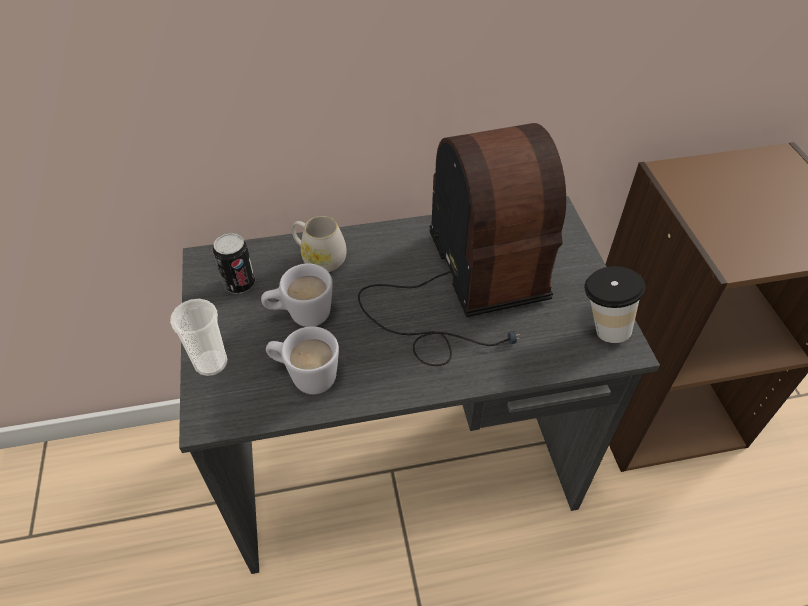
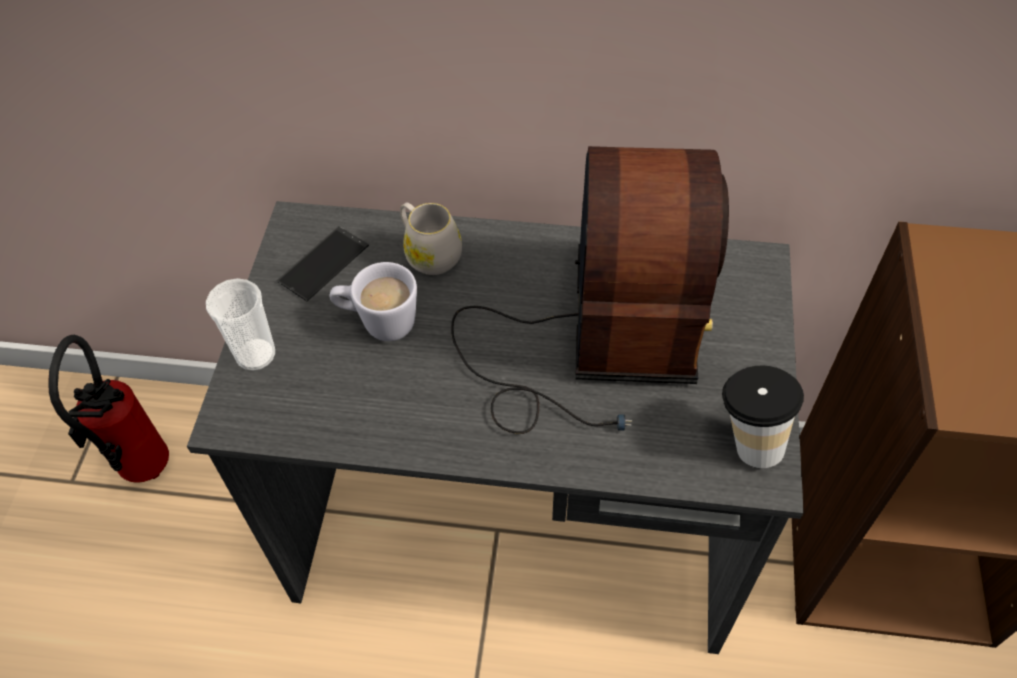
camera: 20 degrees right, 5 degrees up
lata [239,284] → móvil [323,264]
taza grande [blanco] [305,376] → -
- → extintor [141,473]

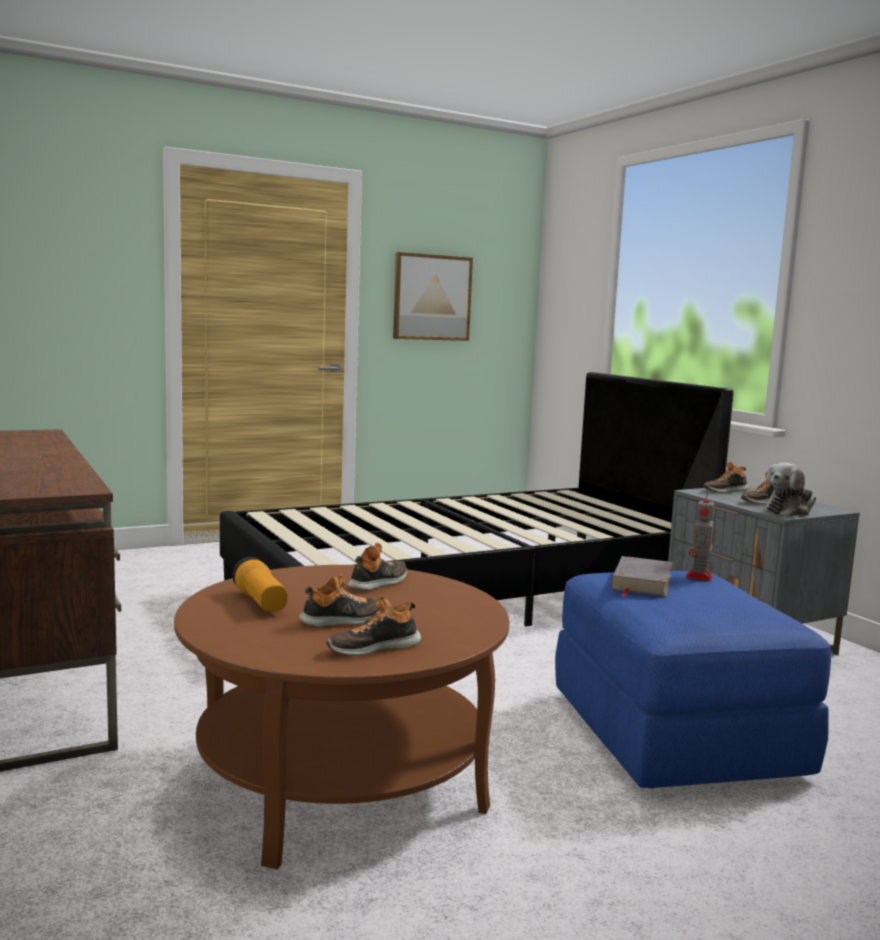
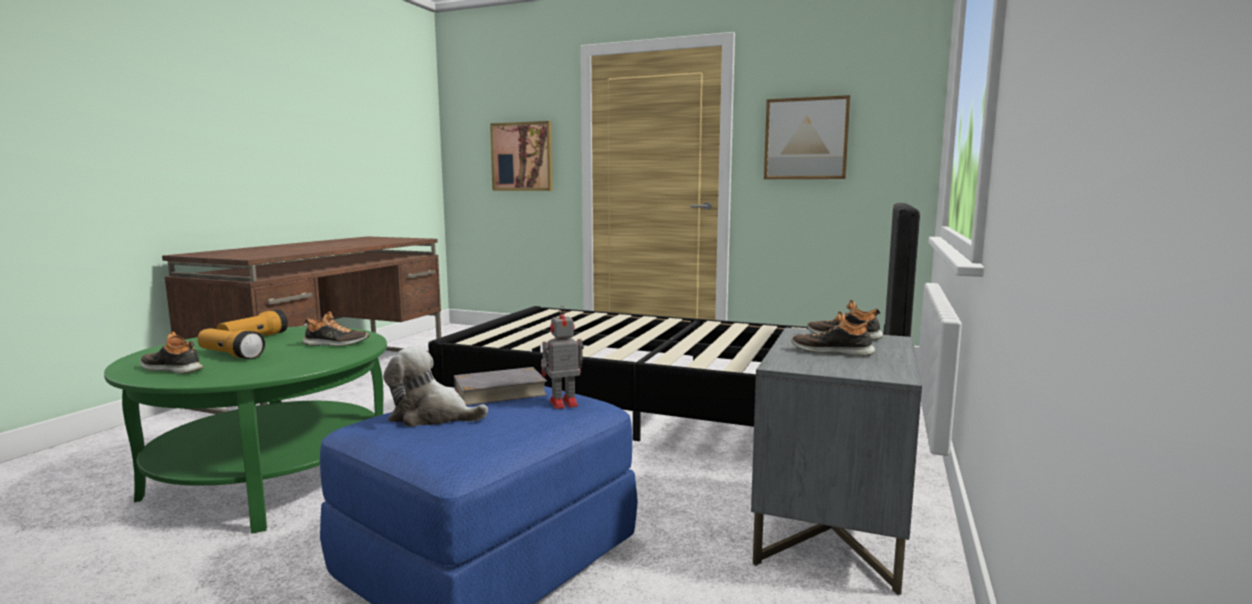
camera: 50 degrees right, 0 degrees up
mesa de centro [marrón] [341,781] → mesa de centro [verde] [270,479]
zapato [345,620] → linterna [231,355]
peluche [789,511] → peluche [431,417], shifted
- → cuadro [522,156]

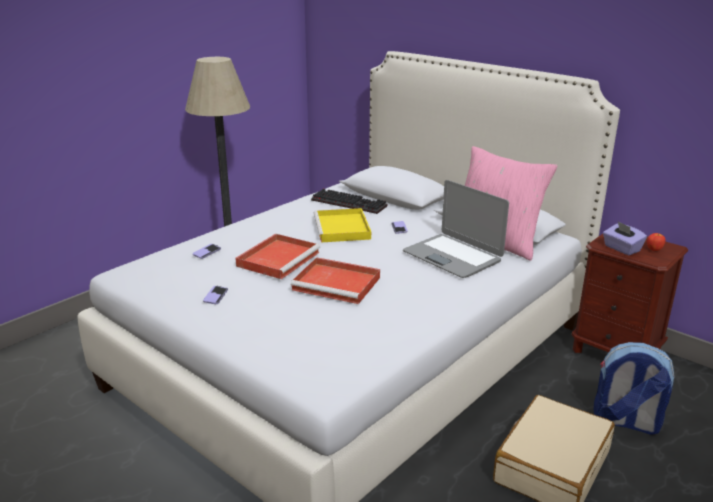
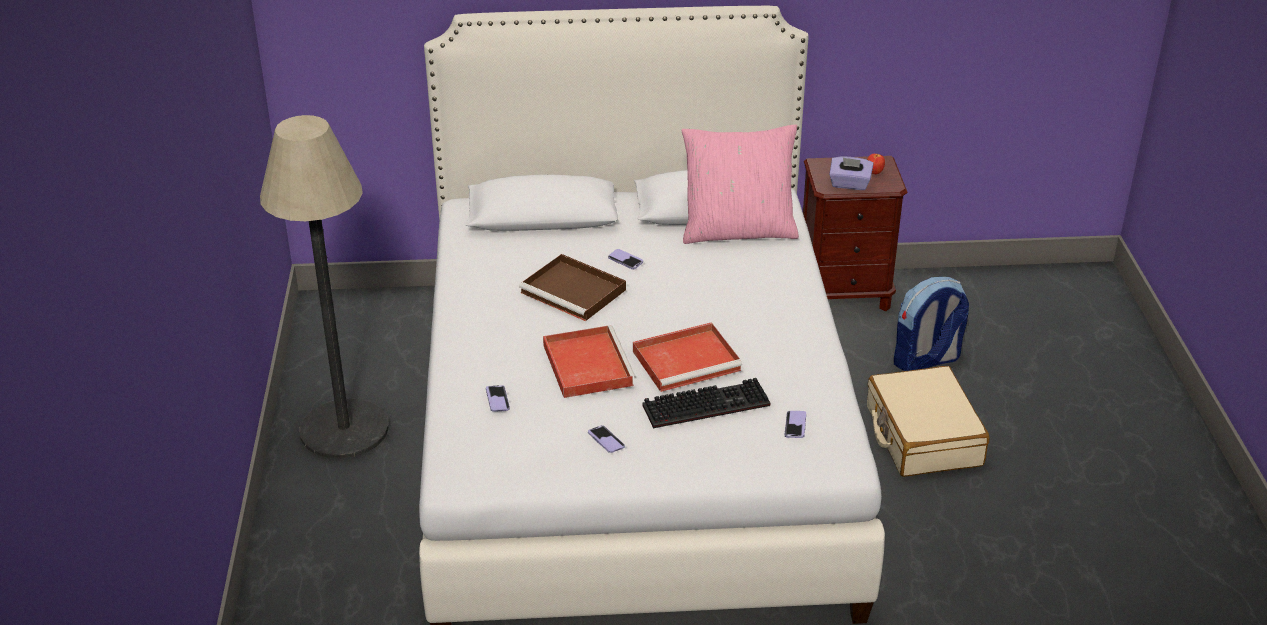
camera: 45 degrees left, 10 degrees up
teclado [350,203] → teclado [707,404], shifted
bandeja [amarillo] [342,229] → bandeja [marrón] [575,291]
portátil [452,256] → -
- → móvil [795,425]

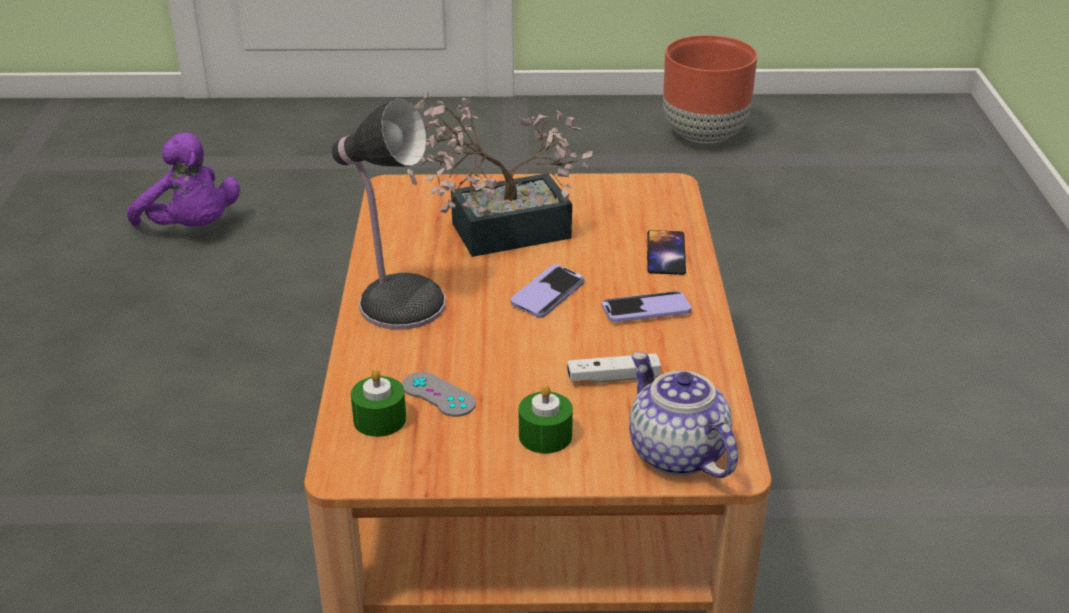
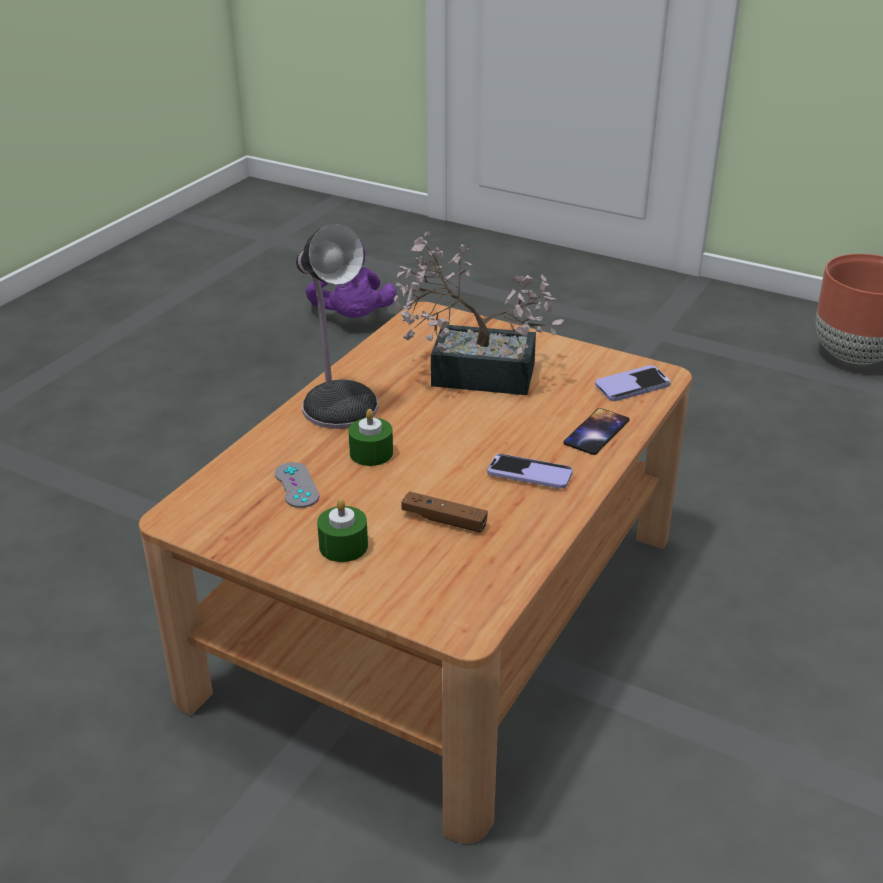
camera: 30 degrees right, 0 degrees up
vela [verde] [379,419] → vela [verde] [371,453], shifted
móvil [548,293] → móvil [632,385], shifted
mando de consola [blanco] [613,378] → mando de consola [marrón] [444,520]
tetera [675,453] → -

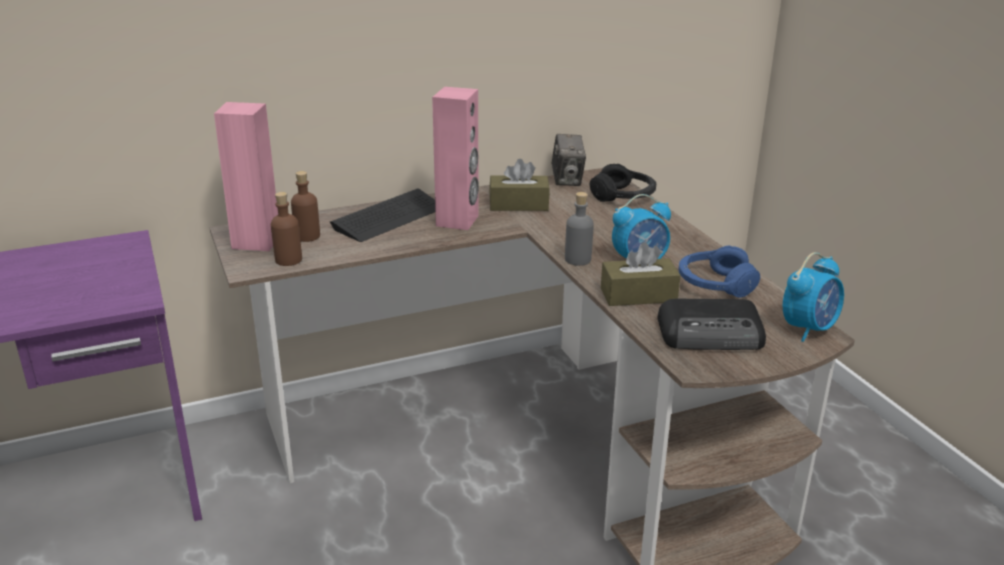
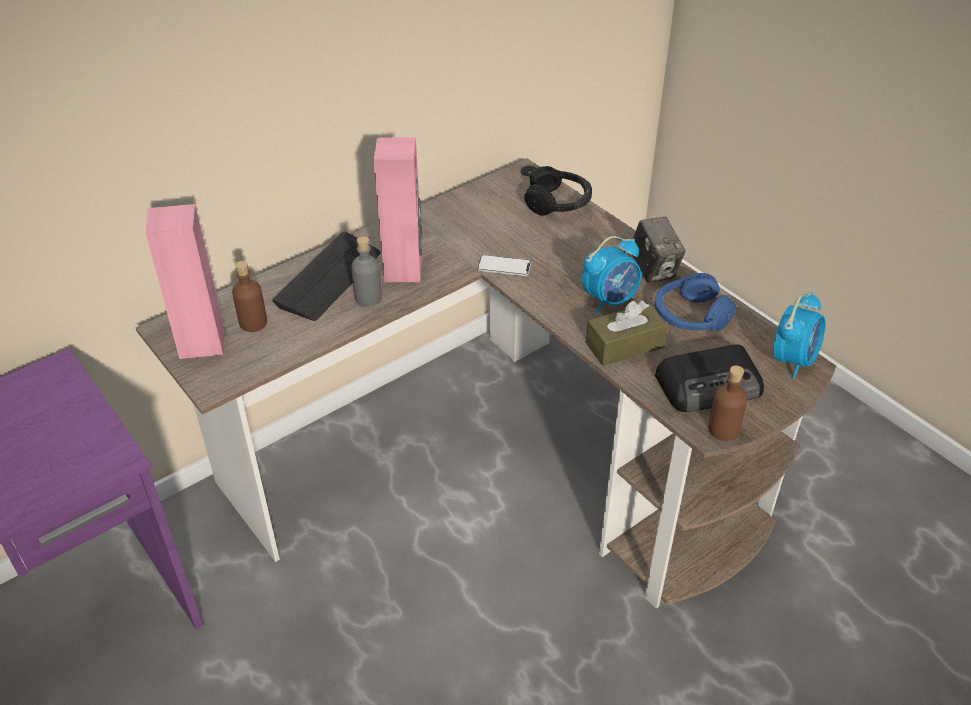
camera: 15 degrees left, 15 degrees up
botella [marrón] [288,260] → botella [marrón] [723,429], shifted
caja de pañuelos [marrón] [519,204] → -
cámara [567,180] → cámara [653,270], shifted
botella [gris] [578,259] → botella [gris] [368,298], shifted
- → móvil [504,266]

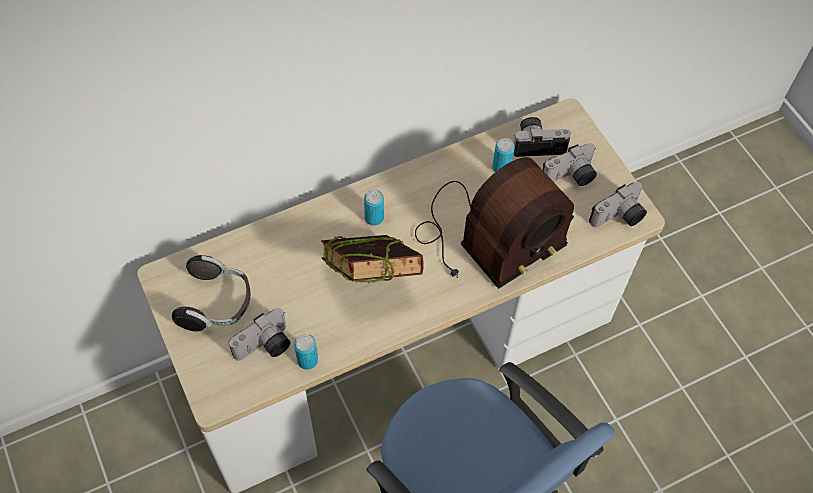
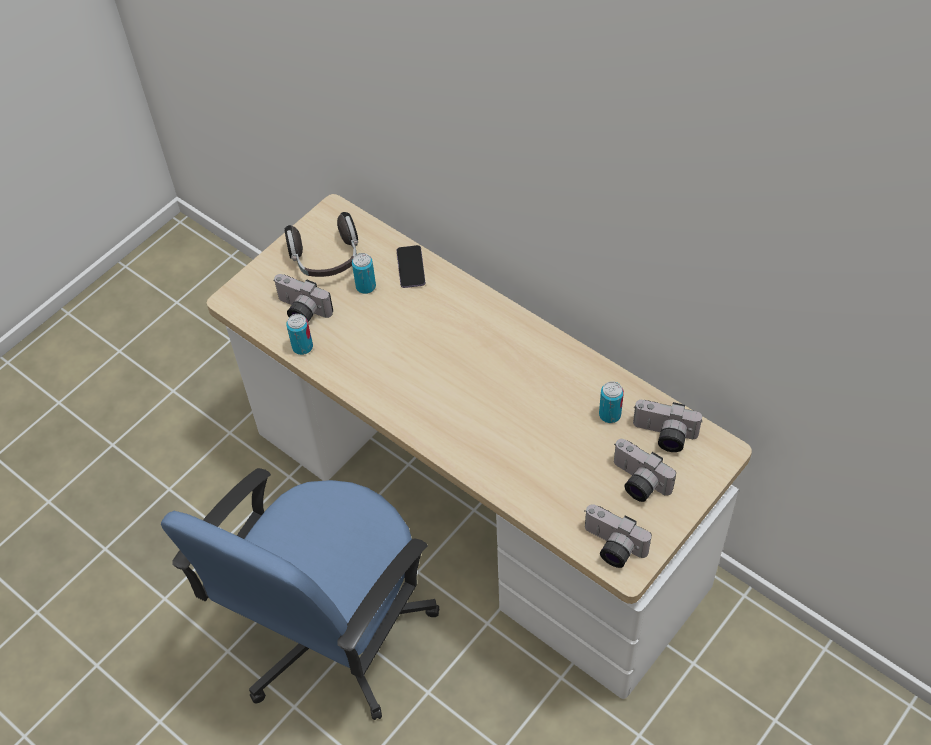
camera: 70 degrees right, 5 degrees down
libro [371,280] → -
lata [374,218] → lata [366,286], shifted
radio [487,238] → -
cámara [538,143] → cámara [663,436], 135 degrees clockwise
- → móvil [411,268]

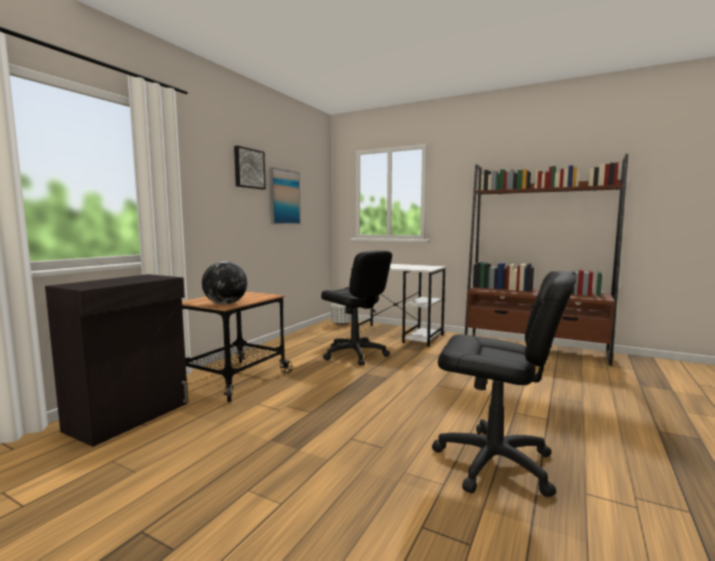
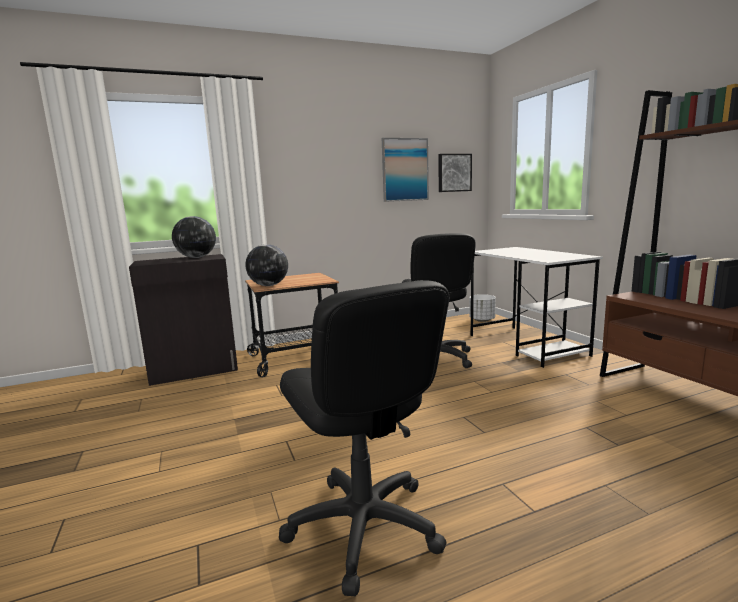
camera: 40 degrees right, 5 degrees up
cuadro [248,168] → cuadro [454,173], shifted
- → globo terráqueo [196,257]

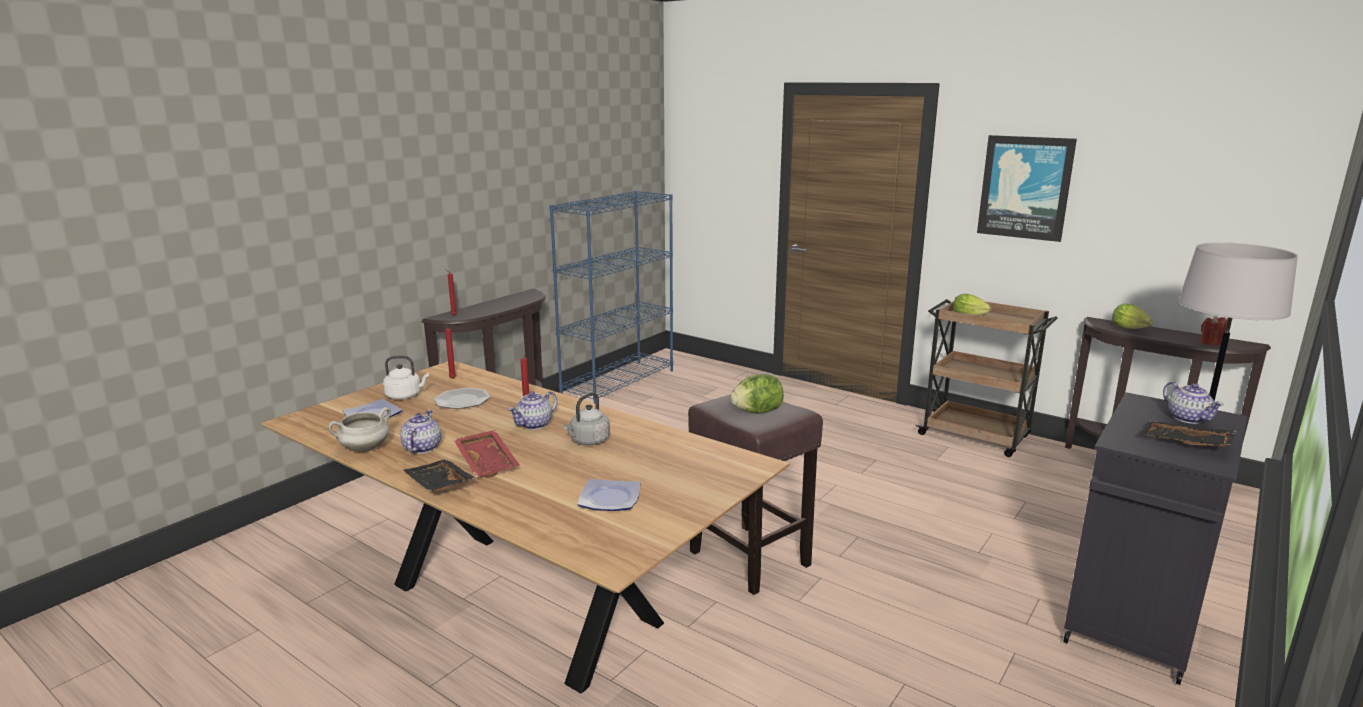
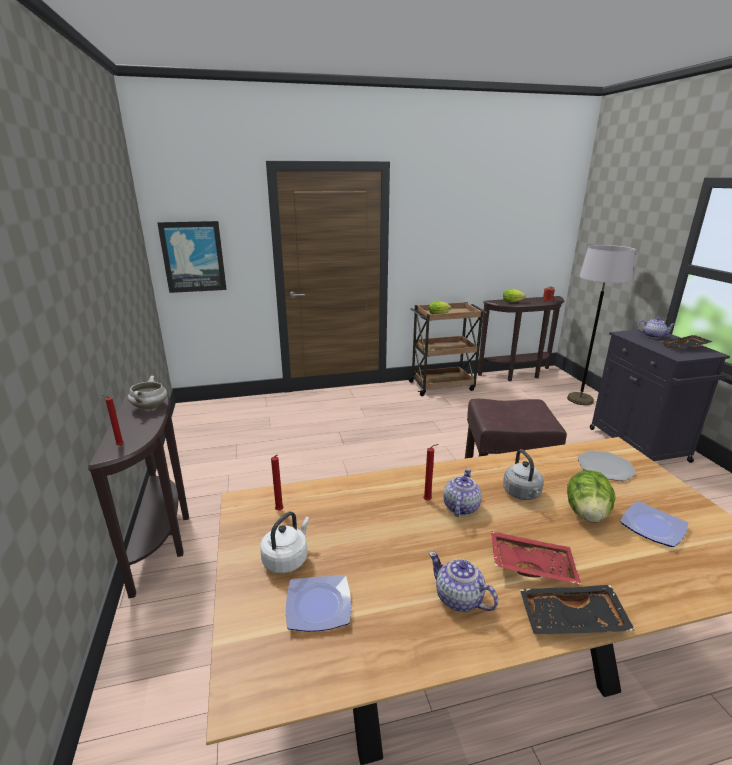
camera: 50 degrees left, 5 degrees up
olla [blanco] [364,449] → olla [blanco] [150,407], shifted
plato [462,400] → plato [605,467], shifted
tetera [534,425] → tetera [460,506], 150 degrees counterclockwise
estantería [azul] [618,382] → -
lechuga [757,412] → lechuga [586,513], shifted
cuadro [1025,187] → cuadro [193,257], shifted

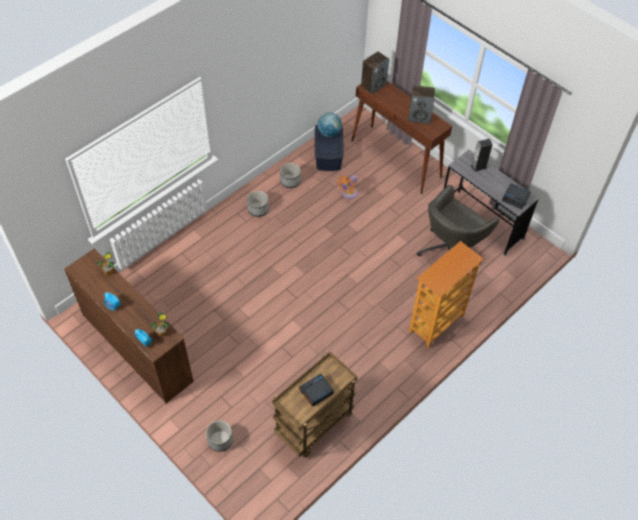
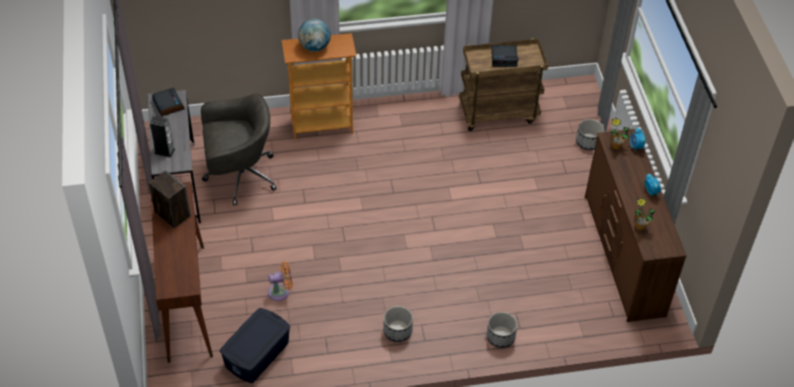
camera: 145 degrees left, 5 degrees down
maceta [290,181] → maceta [500,337], shifted
globo terráqueo [329,133] → globo terráqueo [314,47], shifted
altavoz [373,85] → -

